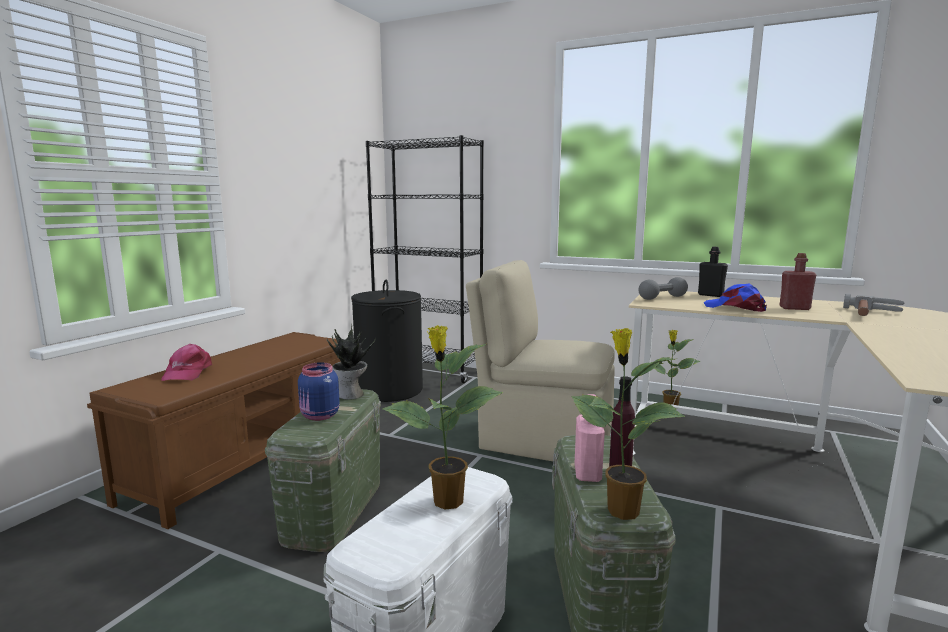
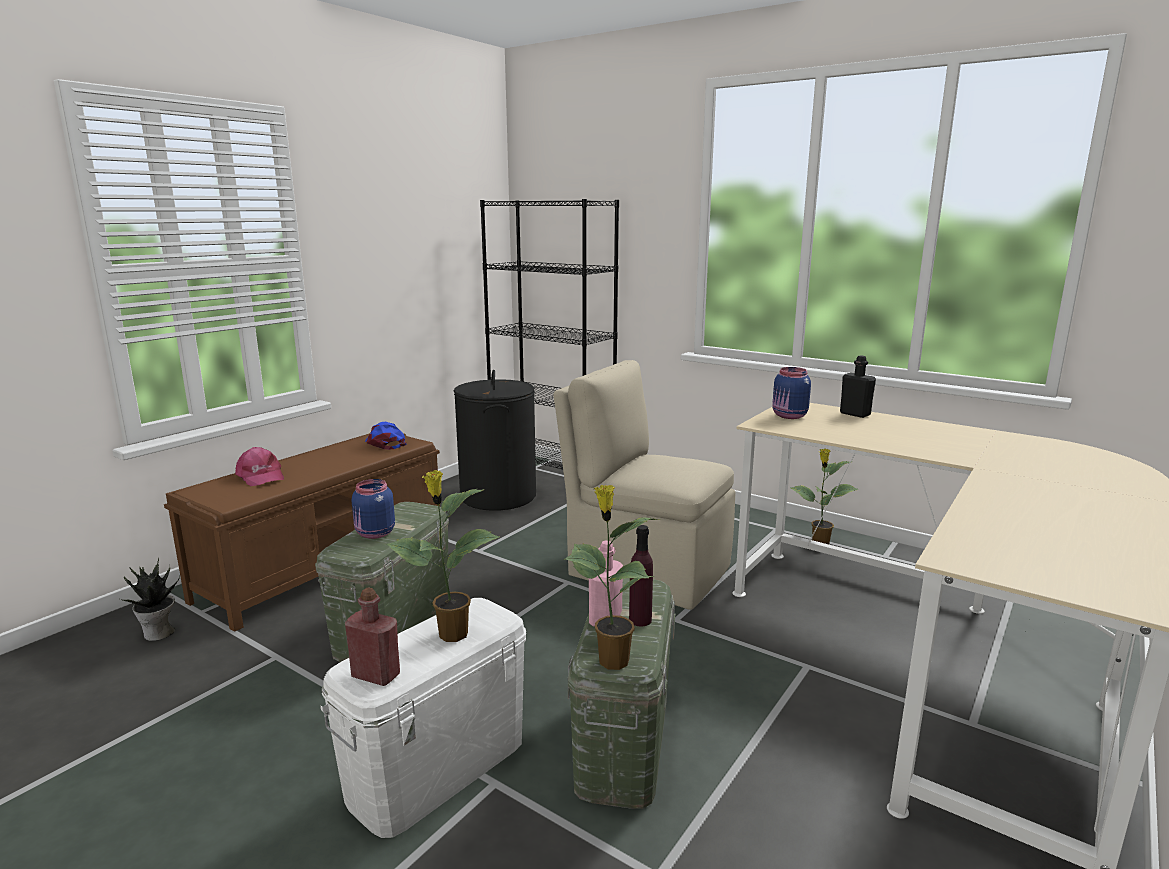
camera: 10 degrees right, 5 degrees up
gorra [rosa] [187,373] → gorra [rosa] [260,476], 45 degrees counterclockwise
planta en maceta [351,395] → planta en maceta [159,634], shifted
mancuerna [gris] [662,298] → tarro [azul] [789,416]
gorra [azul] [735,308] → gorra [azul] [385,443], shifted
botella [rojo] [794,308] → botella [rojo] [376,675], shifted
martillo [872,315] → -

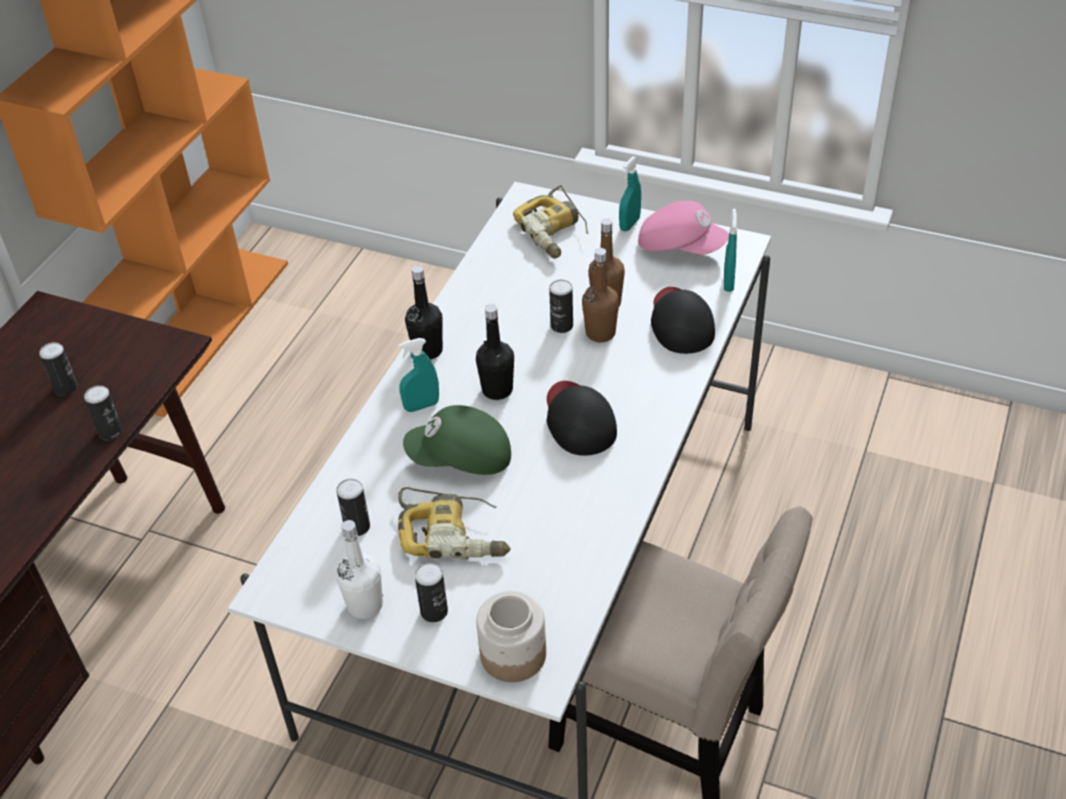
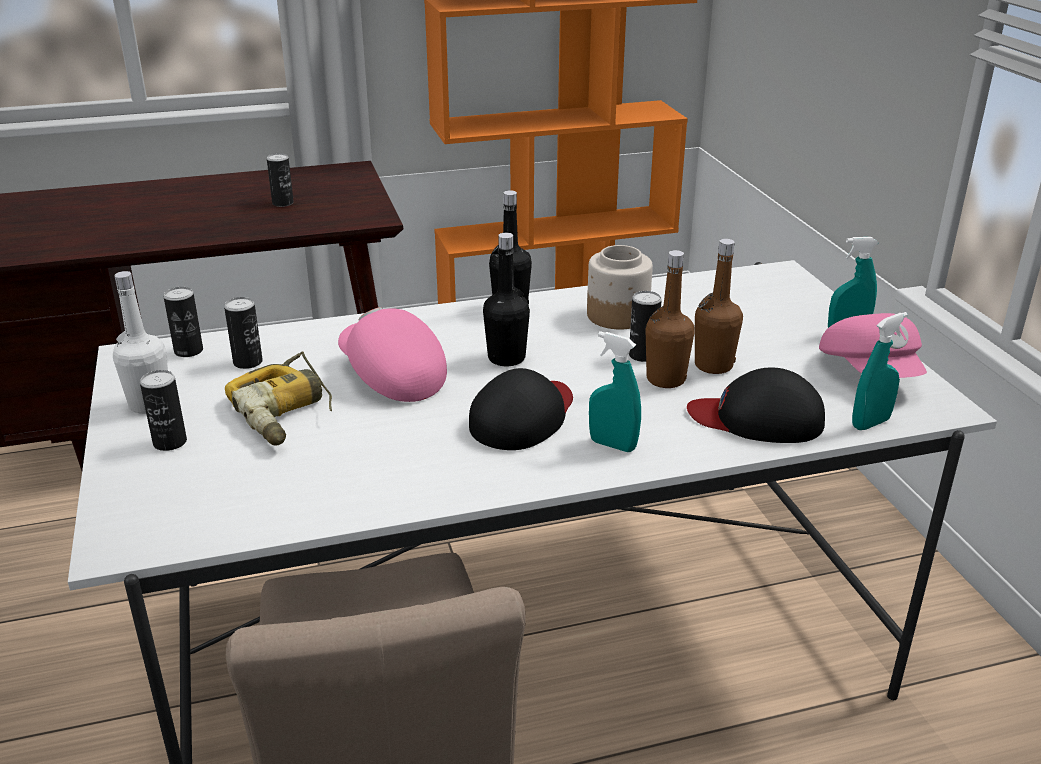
camera: 50 degrees right, 15 degrees down
lata [110,432] → lata [188,351], shifted
pulverizador [turquesa] [421,406] → pulverizador [turquesa] [612,445], shifted
gorra [verde] [461,459] → gorra [rosa] [391,377]
tarro [512,655] → tarro [616,315], shifted
taladro [555,231] → -
gorra [negro] [680,322] → gorra [negro] [757,418], 120 degrees counterclockwise

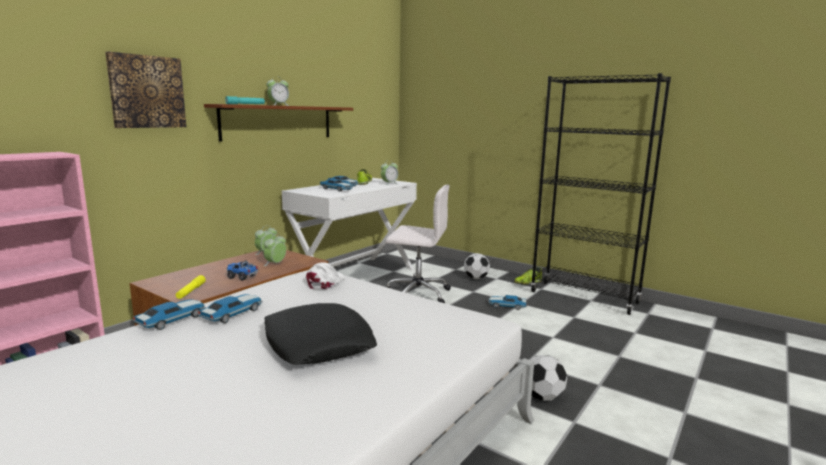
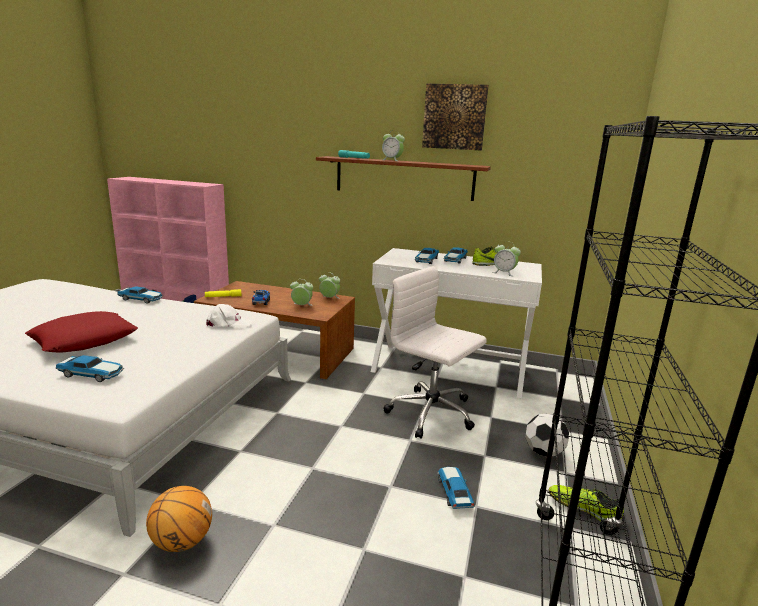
camera: 70 degrees right, 5 degrees up
cuadro [147,92] → cuadro [454,117], shifted
coche de juguete [233,314] → coche de juguete [92,374], shifted
cojín [negro] [317,343] → cojín [rojo] [84,340]
silla de oficina [blanco] [416,294] → silla de oficina [blanco] [432,414], 135 degrees clockwise
balón de fútbol [542,397] → balón de baloncesto [182,542]

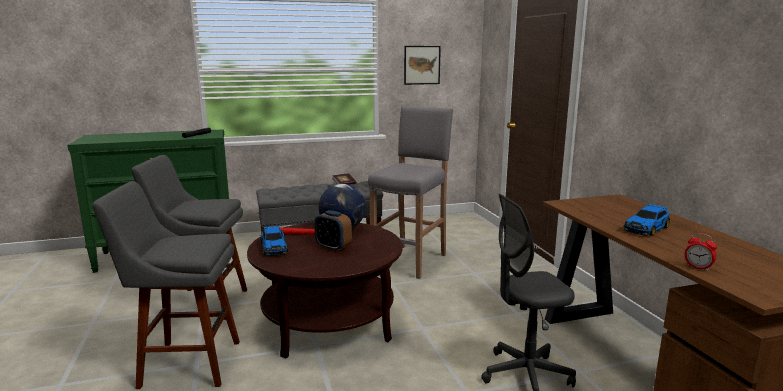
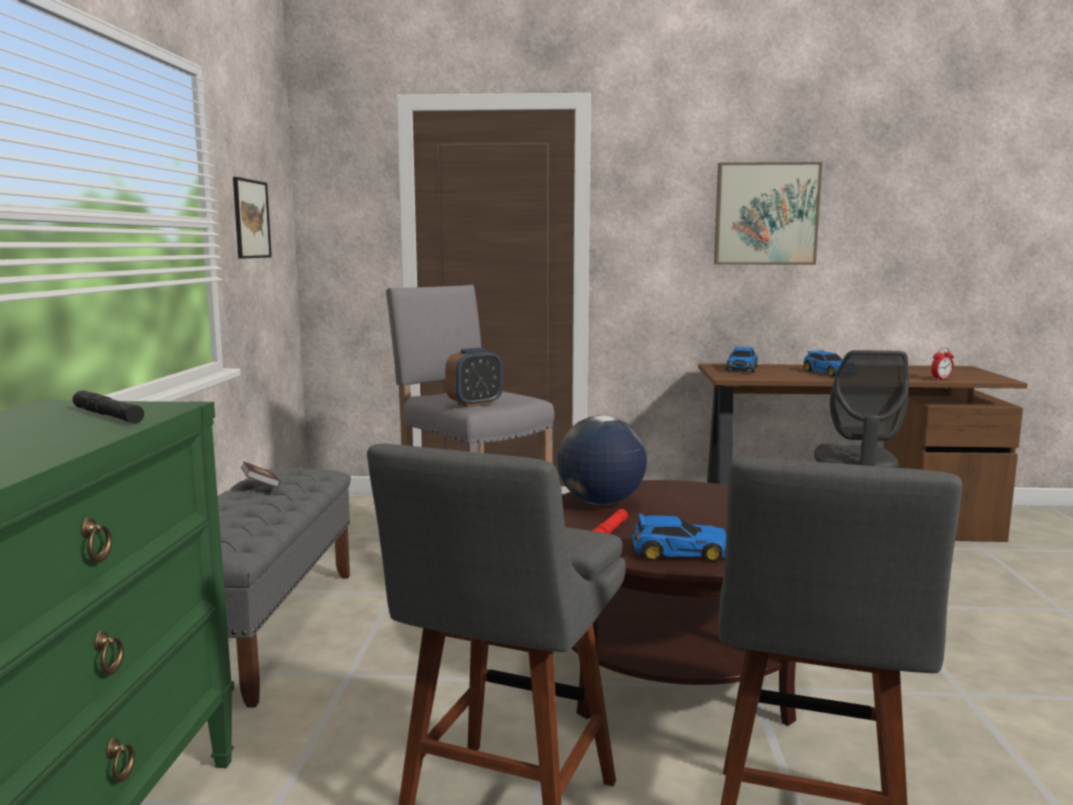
camera: 70 degrees left, 5 degrees down
despertador [333,247] → despertador [475,404], shifted
- → cuadro [766,214]
- → coche de juguete [741,369]

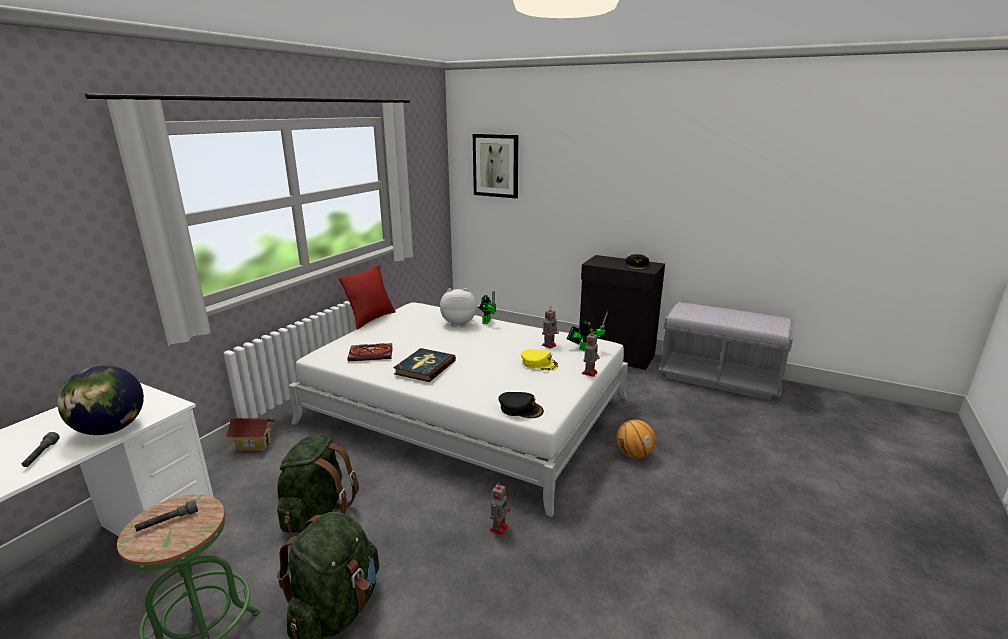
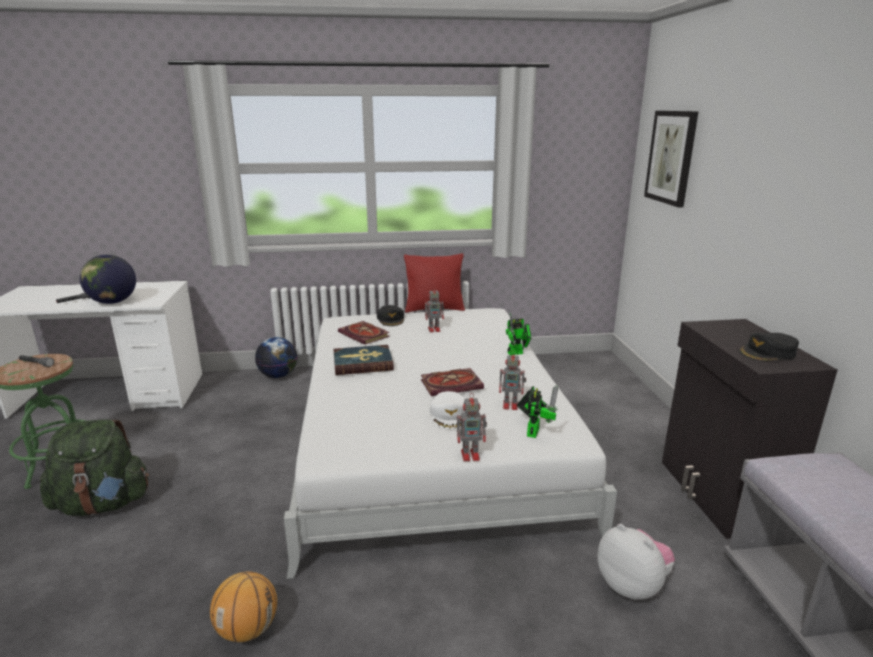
camera: 55 degrees right, 0 degrees up
casita [254,444] → globo terráqueo [278,375]
mochila [verde] [317,513] → -
peluche [459,322] → peluche [632,585], shifted
robot de juguete [499,528] → robot de juguete [434,329], shifted
gorra [negro] [521,409] → gorra [negro] [391,319], shifted
gorra [amarillo] [539,363] → gorra [blanco] [450,415]
balón de baloncesto [633,454] → balón de baloncesto [248,629], shifted
- → libro [452,384]

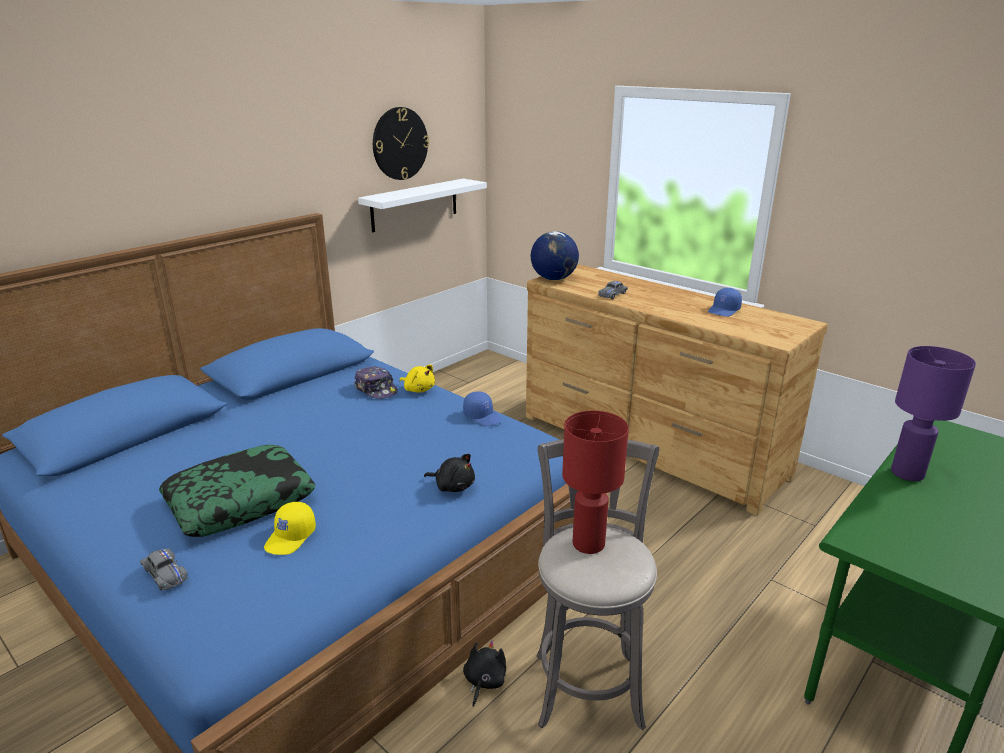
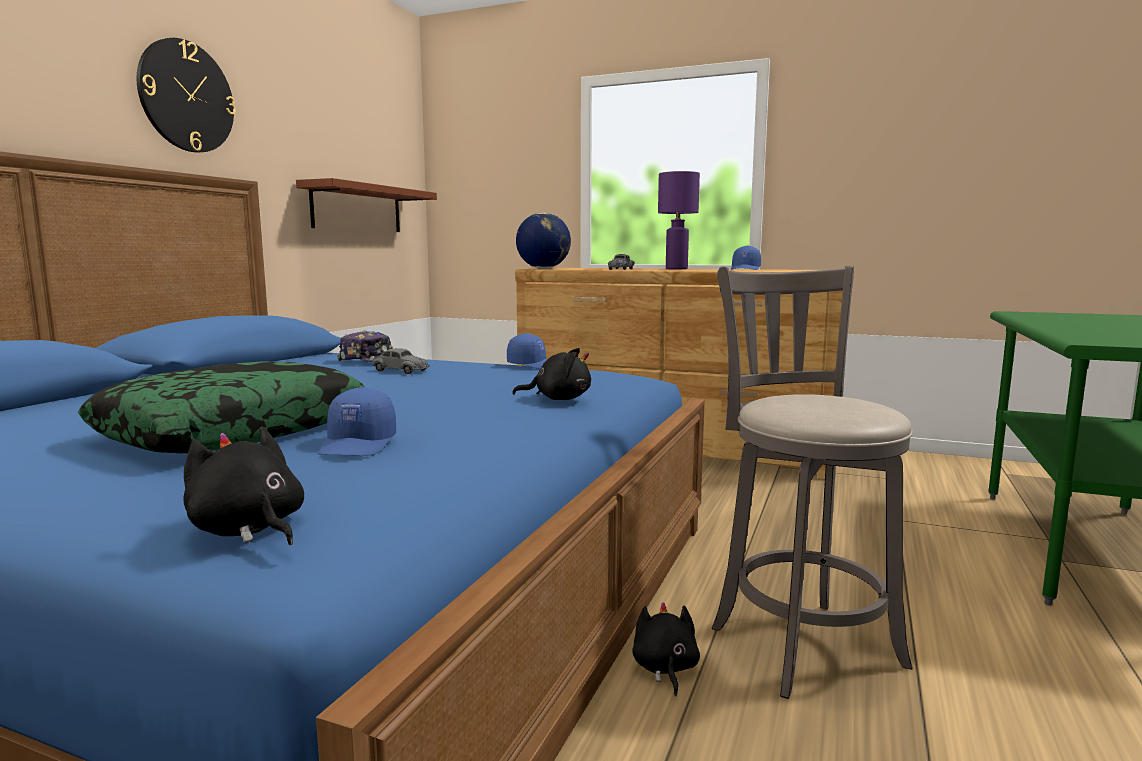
camera: 20 degrees left, 15 degrees down
coche de juguete [gris] [165,574] → coche de juguete [gris] [400,370], shifted
gorra [amarillo] [291,538] → gorra [azul] [359,445]
estante [blanco] [414,205] → estante [marrón] [357,209]
reloj de pared [400,143] → reloj de pared [186,96], shifted
peluche [amarillo] [418,389] → -
lámpara de mesa [rojo] [589,544] → -
lámpara de mesa [morado] [907,474] → lámpara de mesa [morado] [676,269], shifted
- → peluche [negro] [249,530]

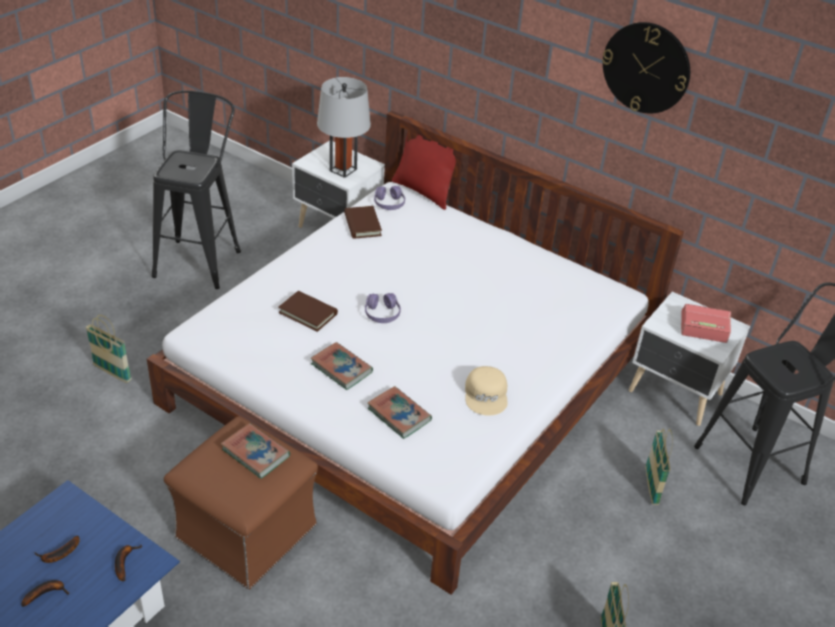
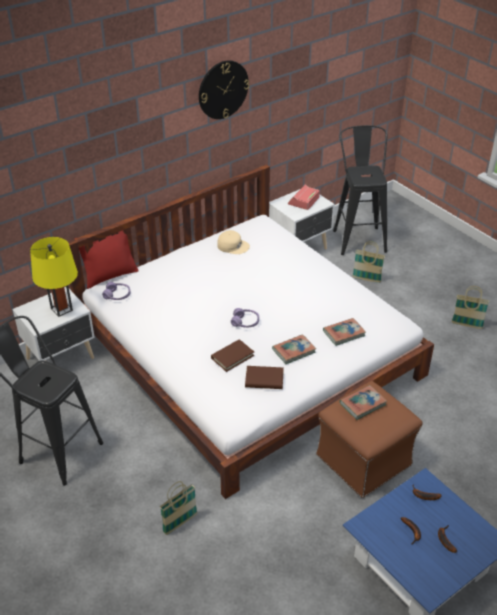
camera: 70 degrees left, 0 degrees up
lámpara de mesa [gris] [343,170] → lámpara de mesa [amarillo] [61,309]
libro [marrón] [362,224] → libro [marrón] [264,379], shifted
gorra [beis] [486,395] → gorra [beis] [233,246], shifted

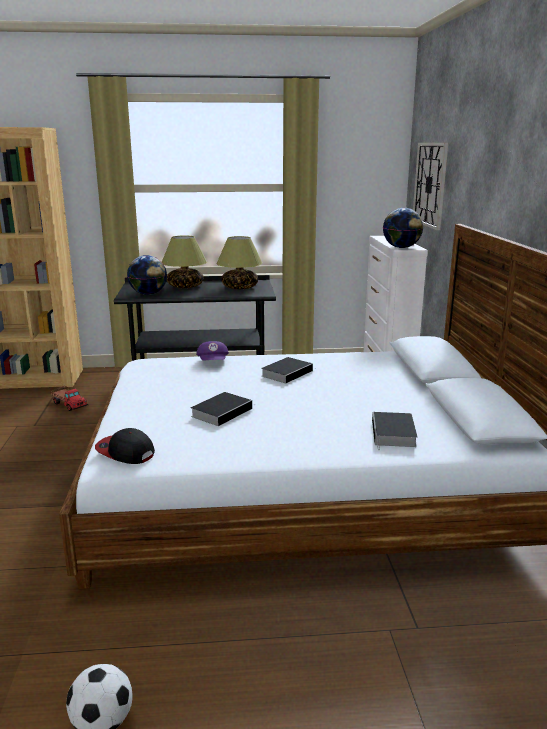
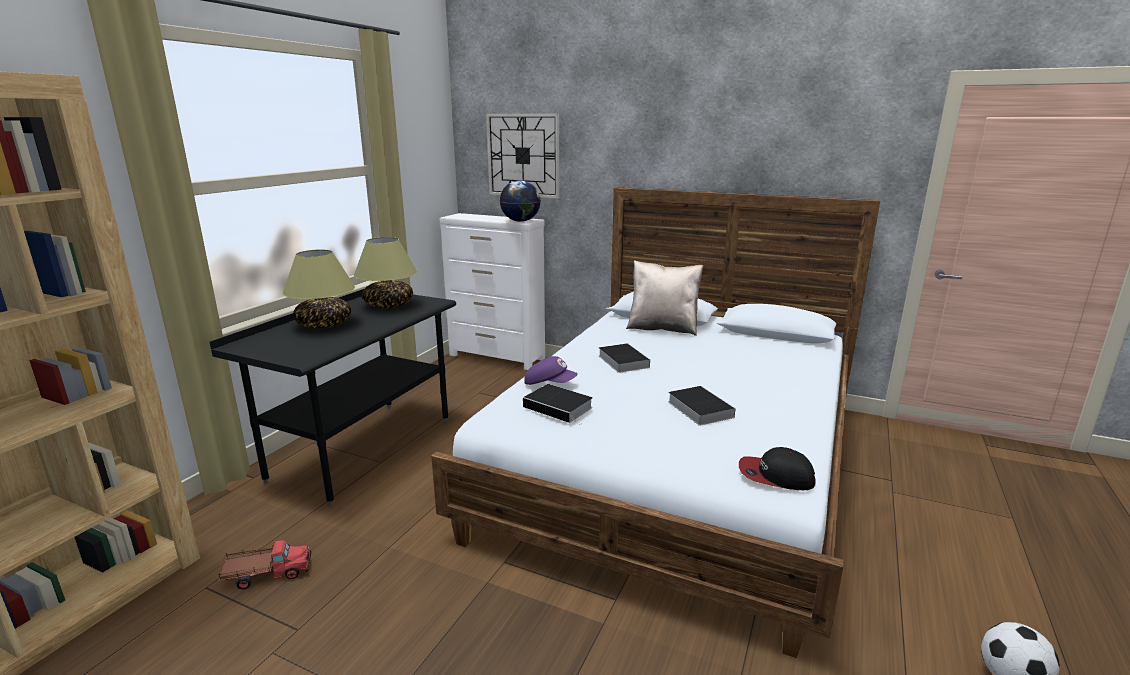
camera: 60 degrees left, 0 degrees up
gorra [125,452] → gorra [775,476], 45 degrees clockwise
globo terráqueo [148,294] → -
libro [394,434] → libro [560,407], shifted
- → cojín [beis] [662,328]

